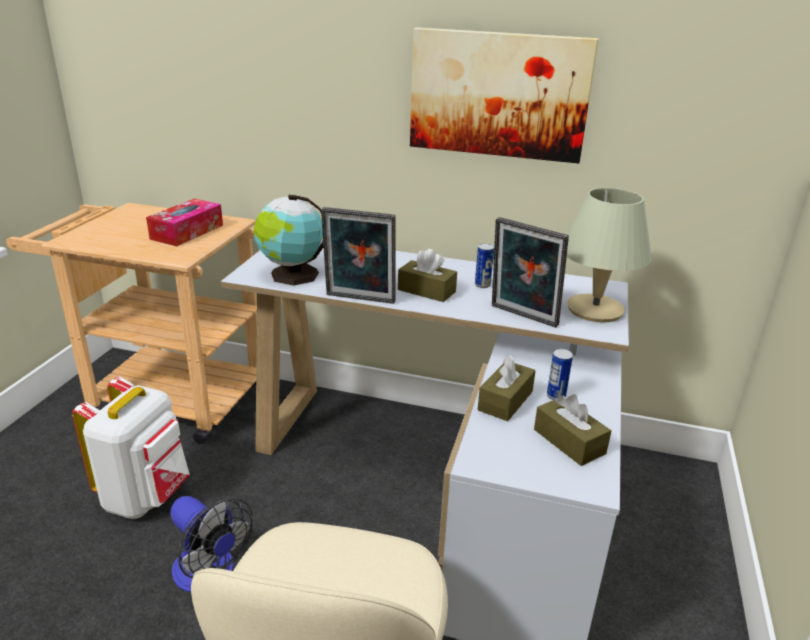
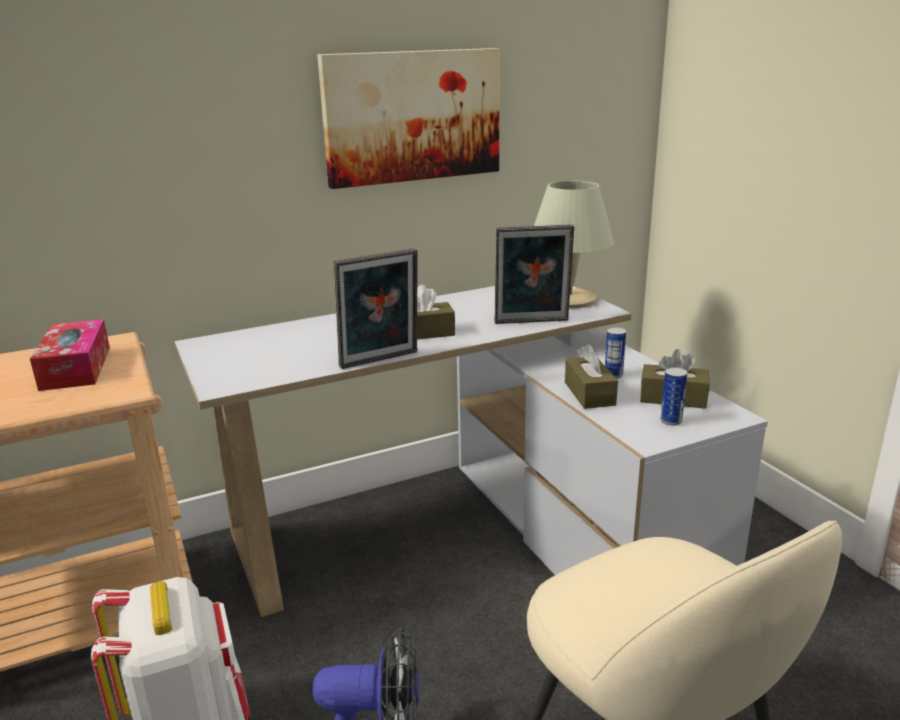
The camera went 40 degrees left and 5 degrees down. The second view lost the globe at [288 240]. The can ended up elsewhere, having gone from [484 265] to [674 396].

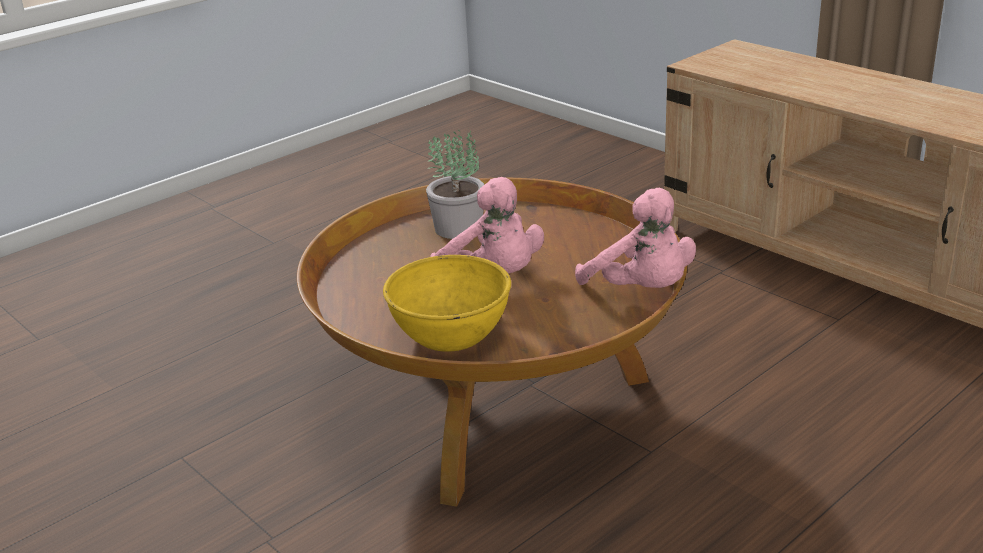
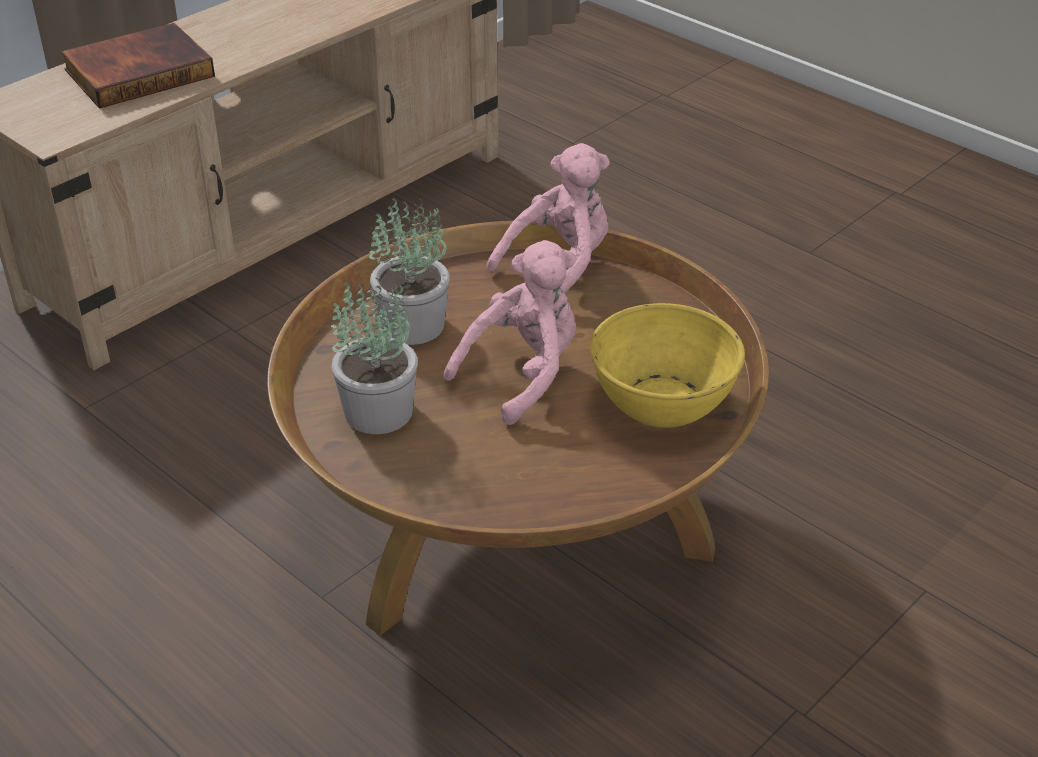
The camera went 95 degrees left and 10 degrees up. The second view gained the book at [138 65]. The second view gained the potted plant at [409 271].

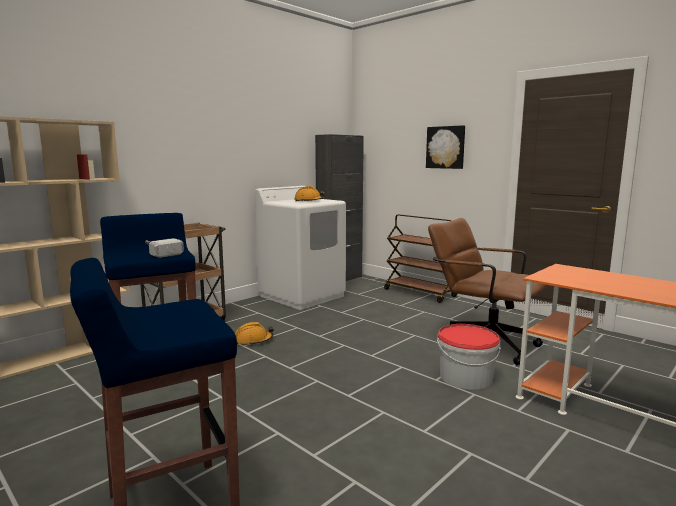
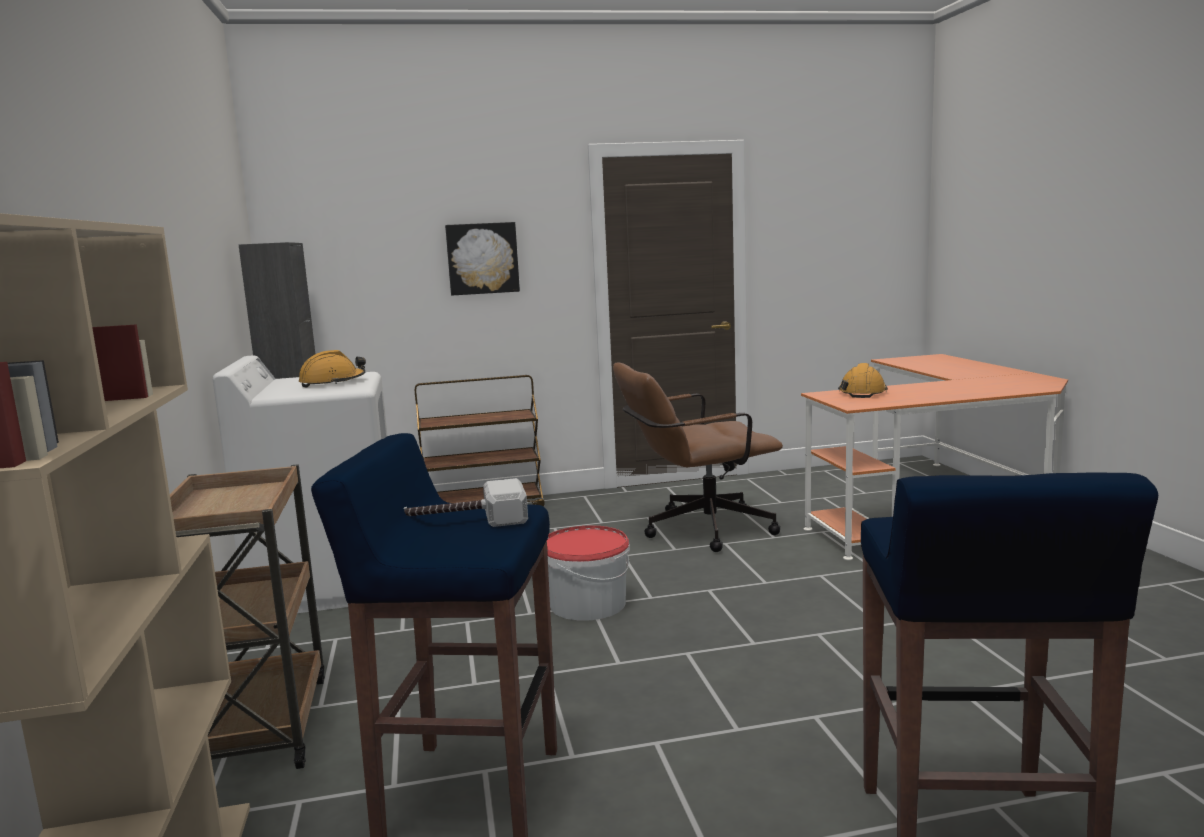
The camera went 55 degrees left and 0 degrees up. The orange hard hat ended up elsewhere, having gone from [254 334] to [863 380]. The bucket ended up elsewhere, having gone from [468 357] to [588 573].

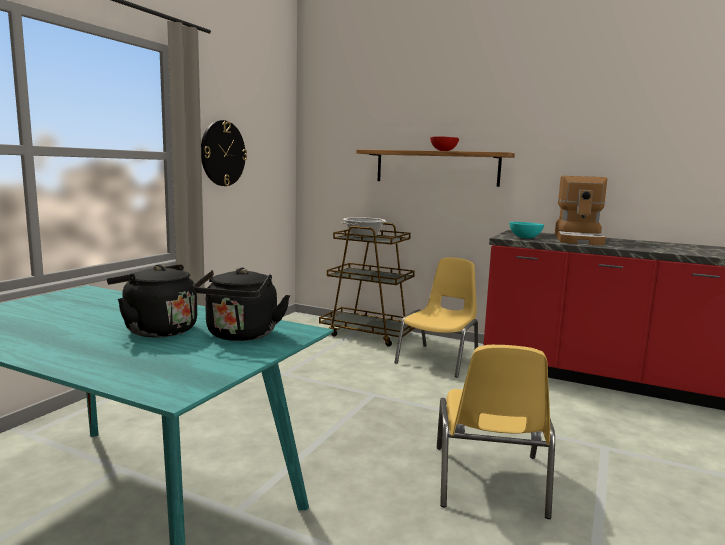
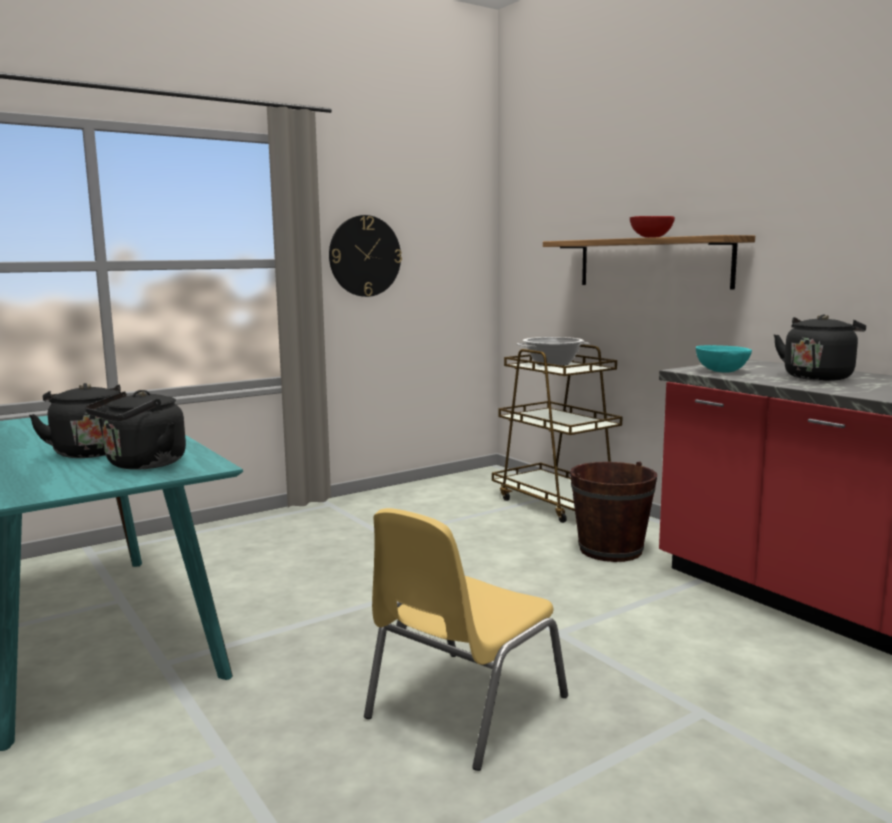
The camera went 30 degrees right and 0 degrees up. Where the yellow chair stood at [436 318], the brown bucket came to stand at [613 511]. Where the coffee machine stood at [581 210], the black kettle came to stand at [820 347].

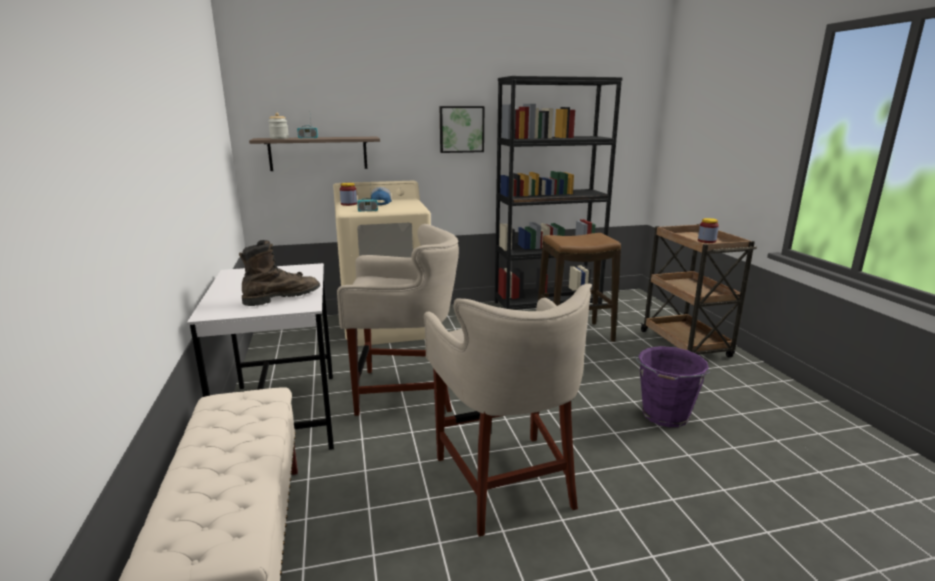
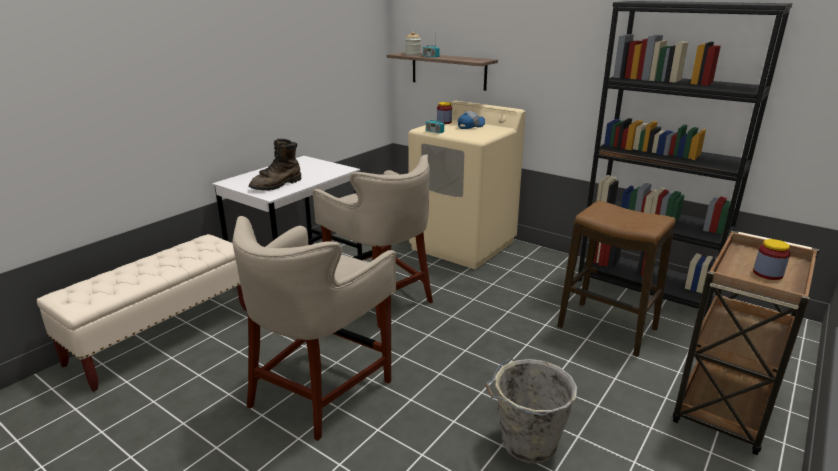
The camera went 50 degrees right and 5 degrees up. The second view lost the picture at [462 129]. What was the purple bucket at [672 386] turned into the grey bucket at [531 411]. The brown boot at [279 273] ended up facing another way, 120 degrees clockwise from before.

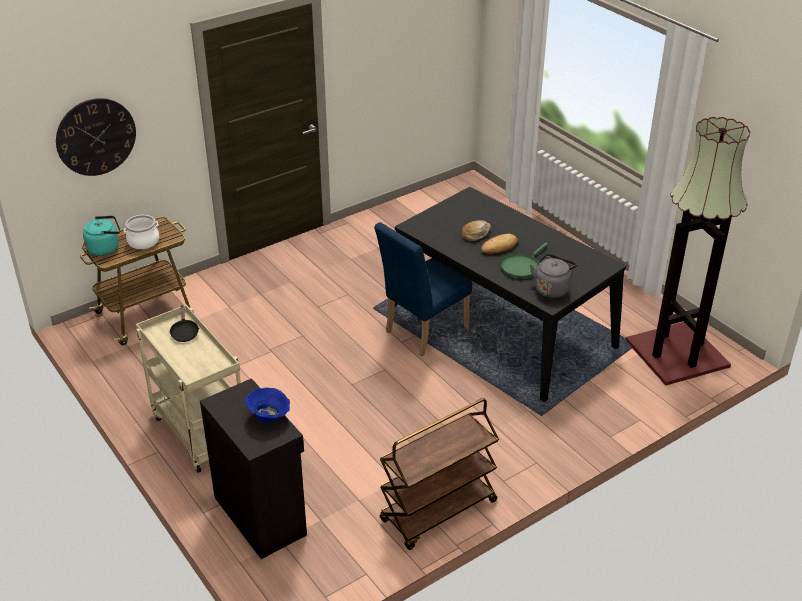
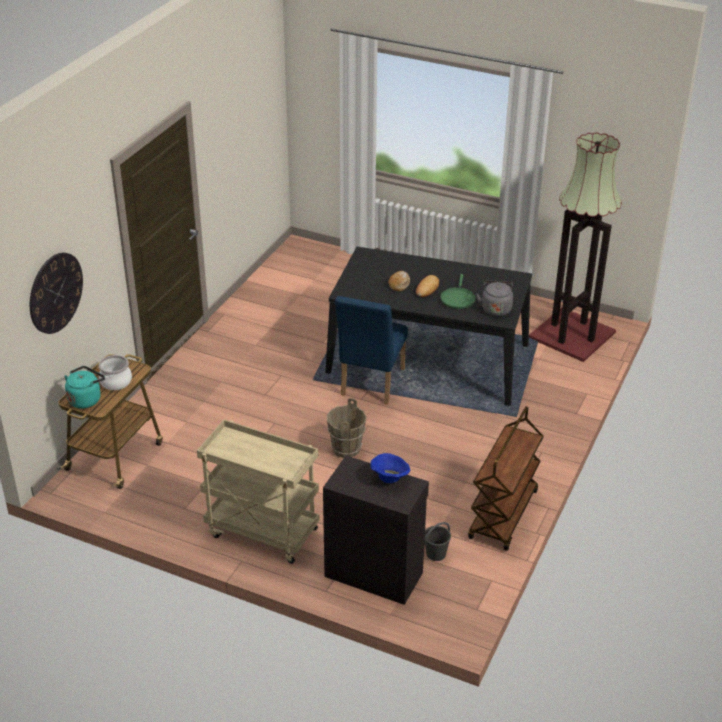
The camera went 30 degrees left and 0 degrees up. The second view lost the black frying pan at [184 323]. The second view gained the brown bucket at [347 428]. The second view gained the grey bucket at [437 541].

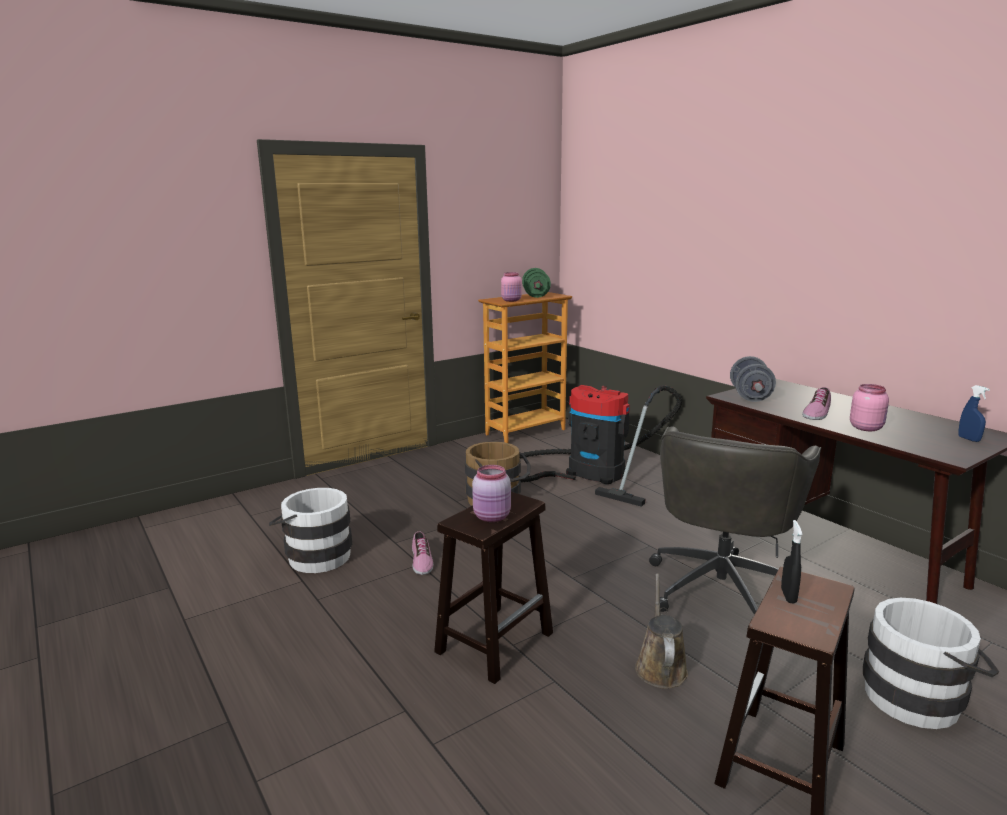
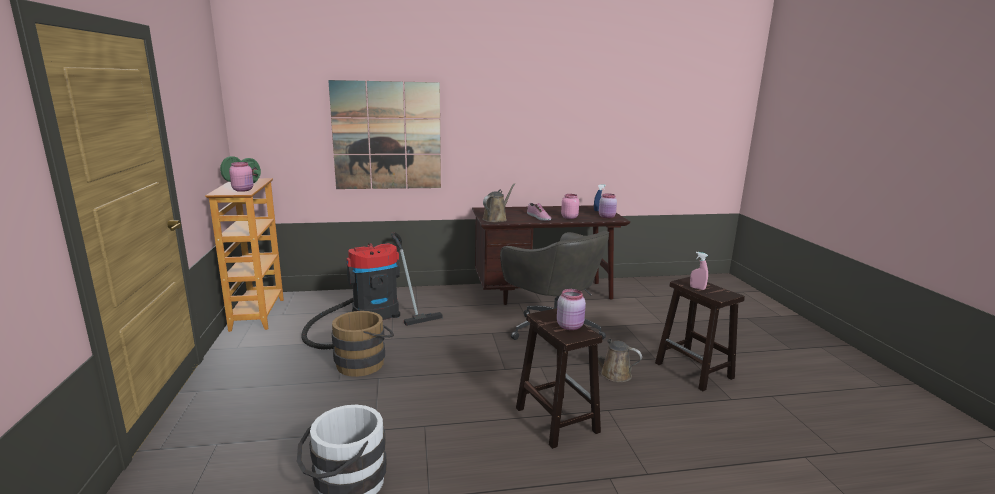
The camera went 65 degrees left and 0 degrees up. The second view lost the shoe at [422 553]. The second view lost the white bucket at [931 663]. The second view gained the picture at [384 134]. The second view gained the pink jar at [608 205]. Where the grey dumbbell stood at [753 379], the brown watering can came to stand at [498 202]. What was the black spray bottle at [792 561] turned into the pink spray bottle at [699 271].

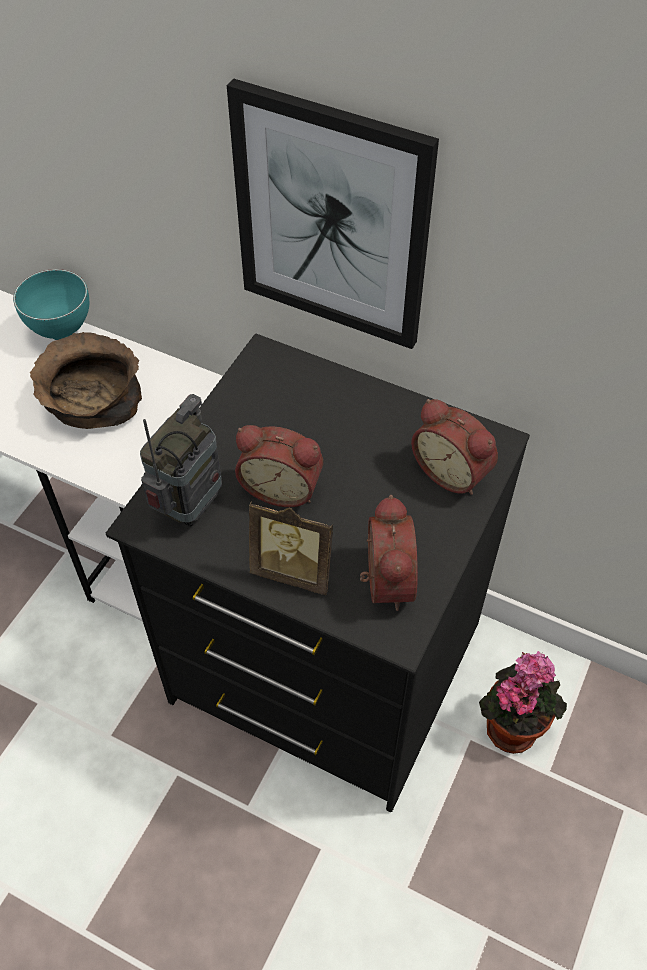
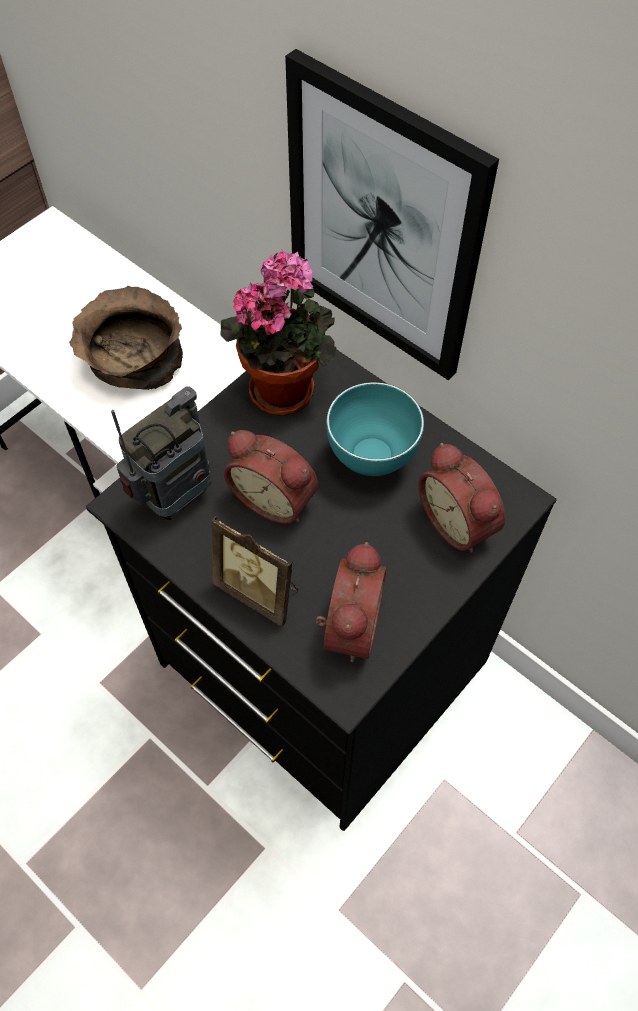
The camera went 15 degrees right and 5 degrees up. The turquoise bowl ended up elsewhere, having gone from [51 304] to [375 429]. The potted plant ended up elsewhere, having gone from [523 702] to [278 332].

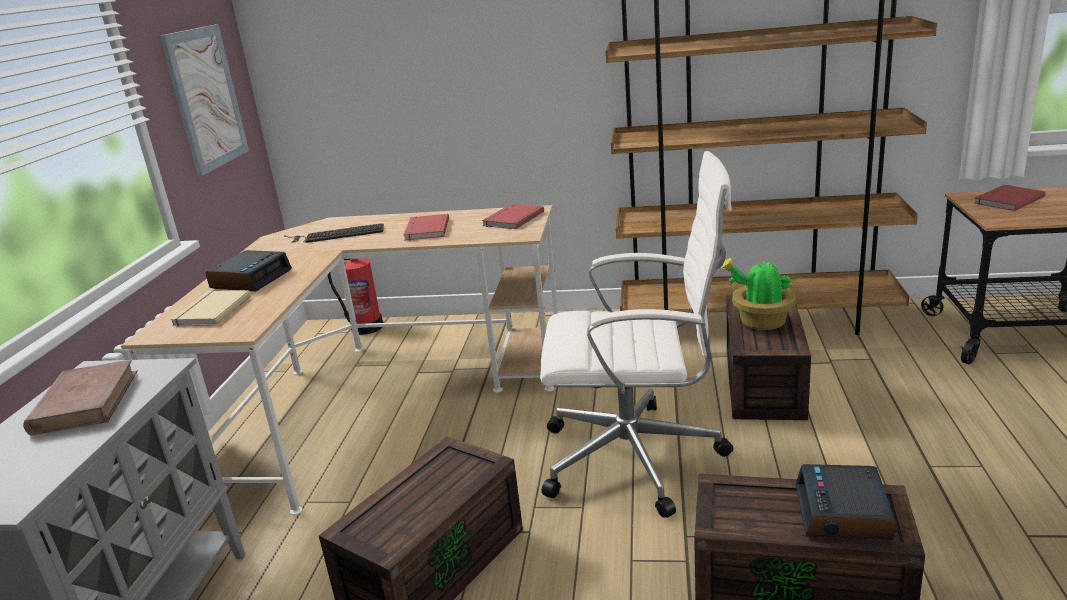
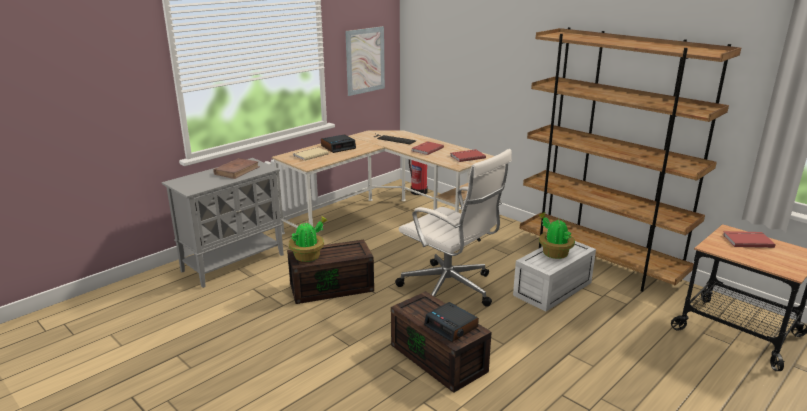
The camera went 35 degrees right and 0 degrees up. The second view gained the potted plant at [309 239]. What was the brown storage box at [769 357] turned into the white storage box at [554 276]. The alarm clock at [846 502] ended up facing another way, 90 degrees counterclockwise from before.

